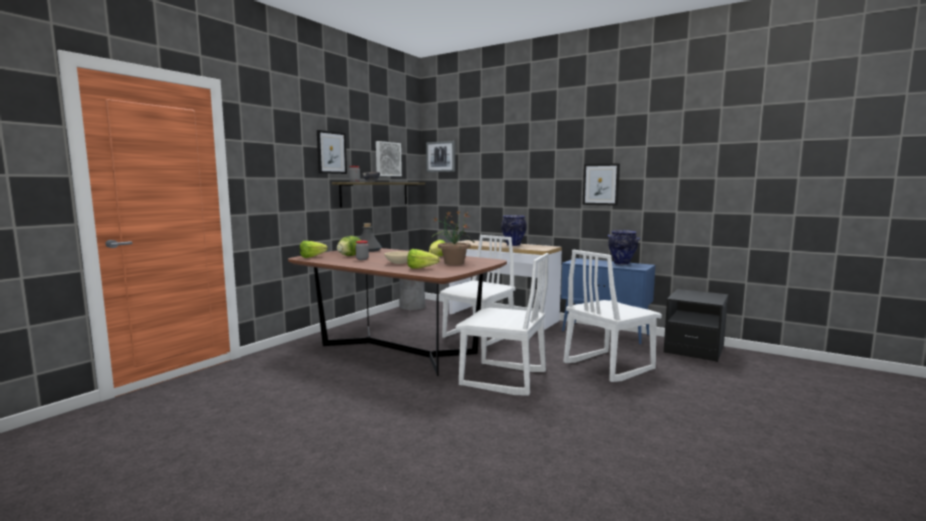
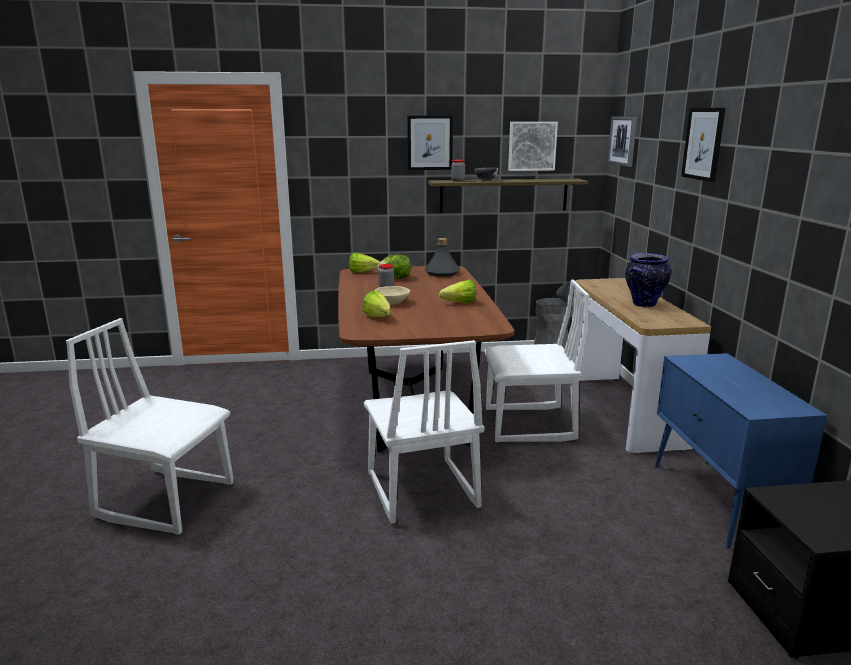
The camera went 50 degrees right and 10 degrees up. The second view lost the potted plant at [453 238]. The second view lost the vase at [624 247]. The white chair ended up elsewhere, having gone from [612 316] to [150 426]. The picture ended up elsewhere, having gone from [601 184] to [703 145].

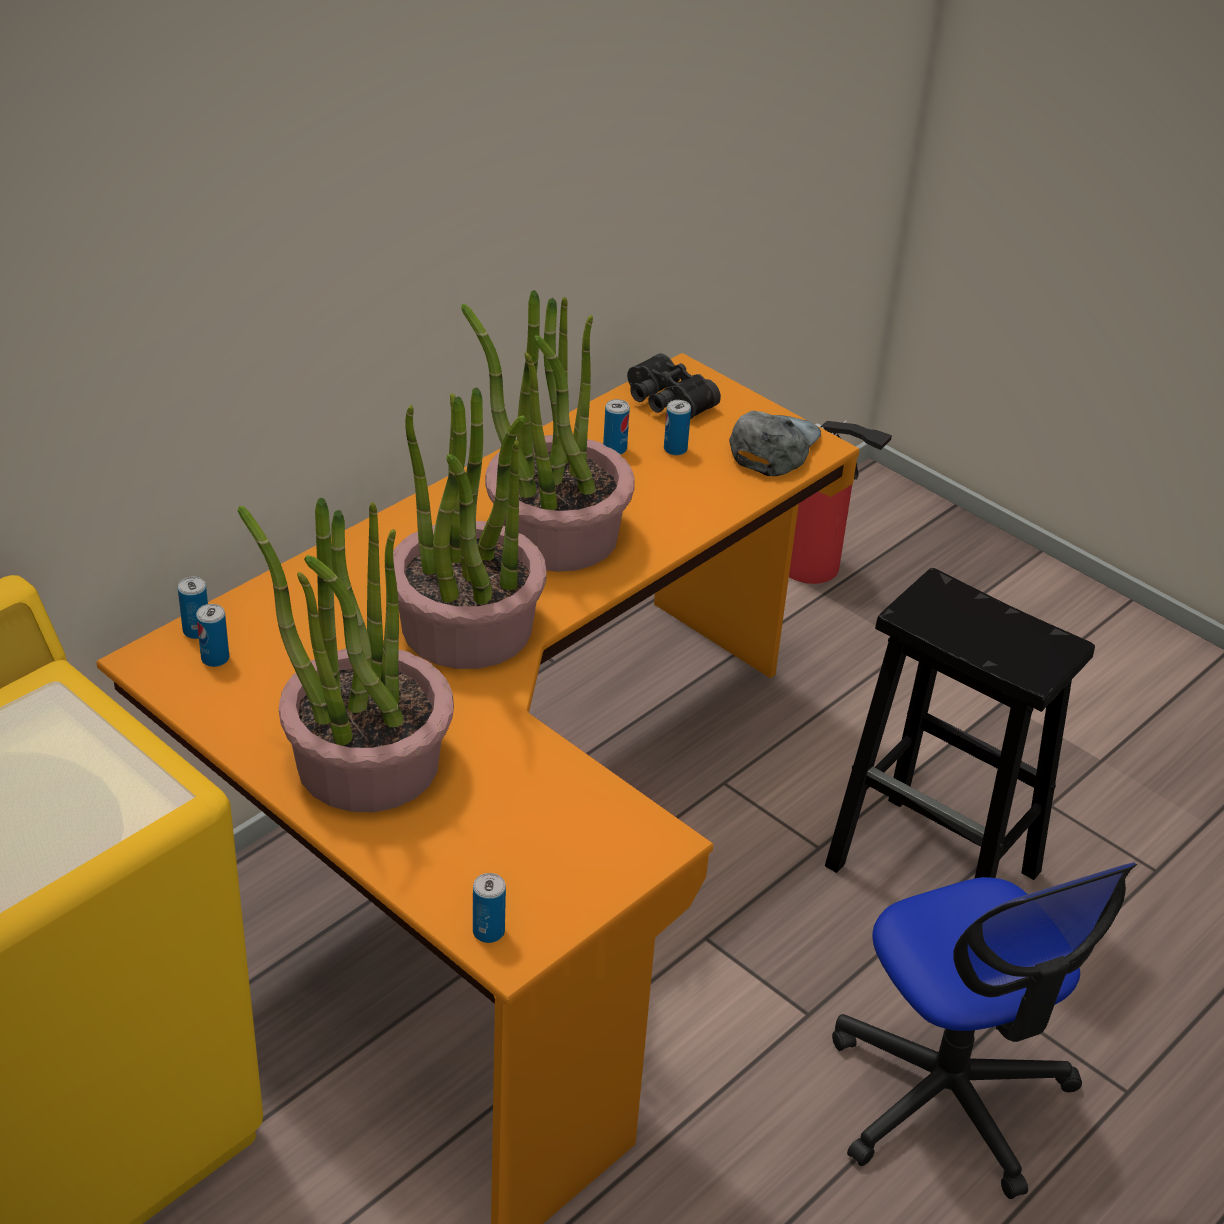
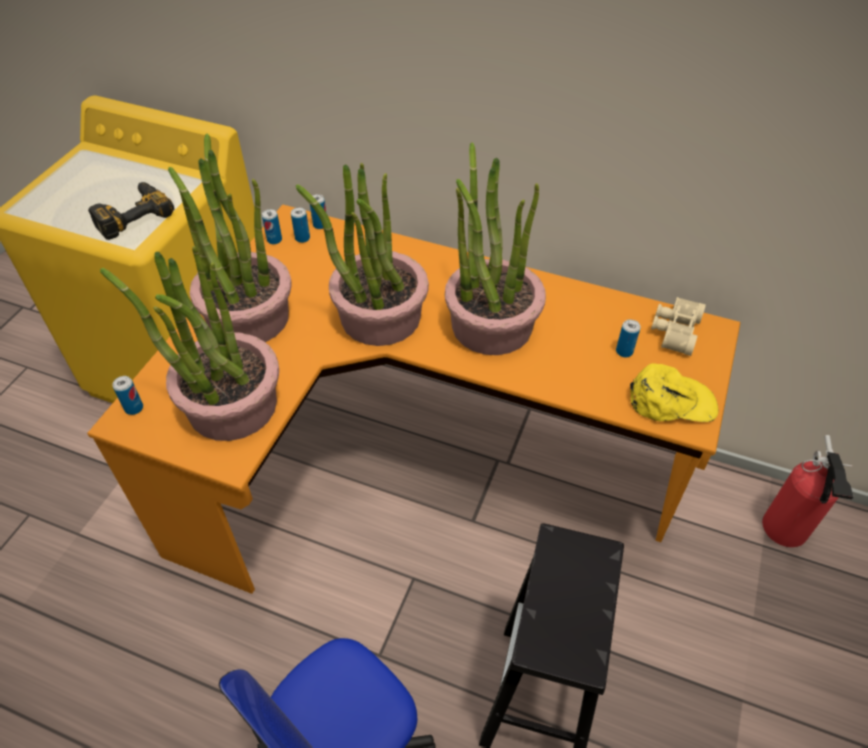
The camera went 70 degrees right and 10 degrees up. The second view gained the power drill at [131 211]. The second view gained the potted plant at [189 343]. The can ended up elsewhere, having gone from [616 426] to [272 226]. What was the black binoculars at [674 386] turned into the beige binoculars at [678 326]. What was the grey cap at [775 443] turned into the yellow cap at [674 392].

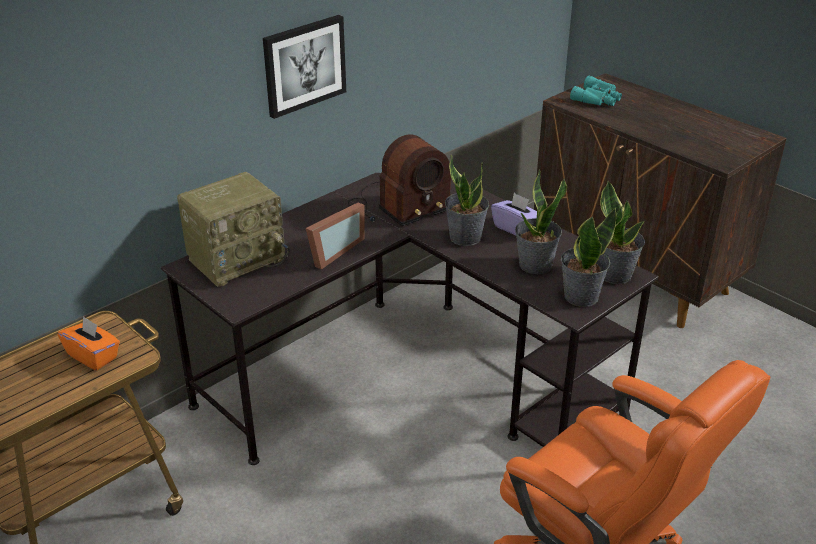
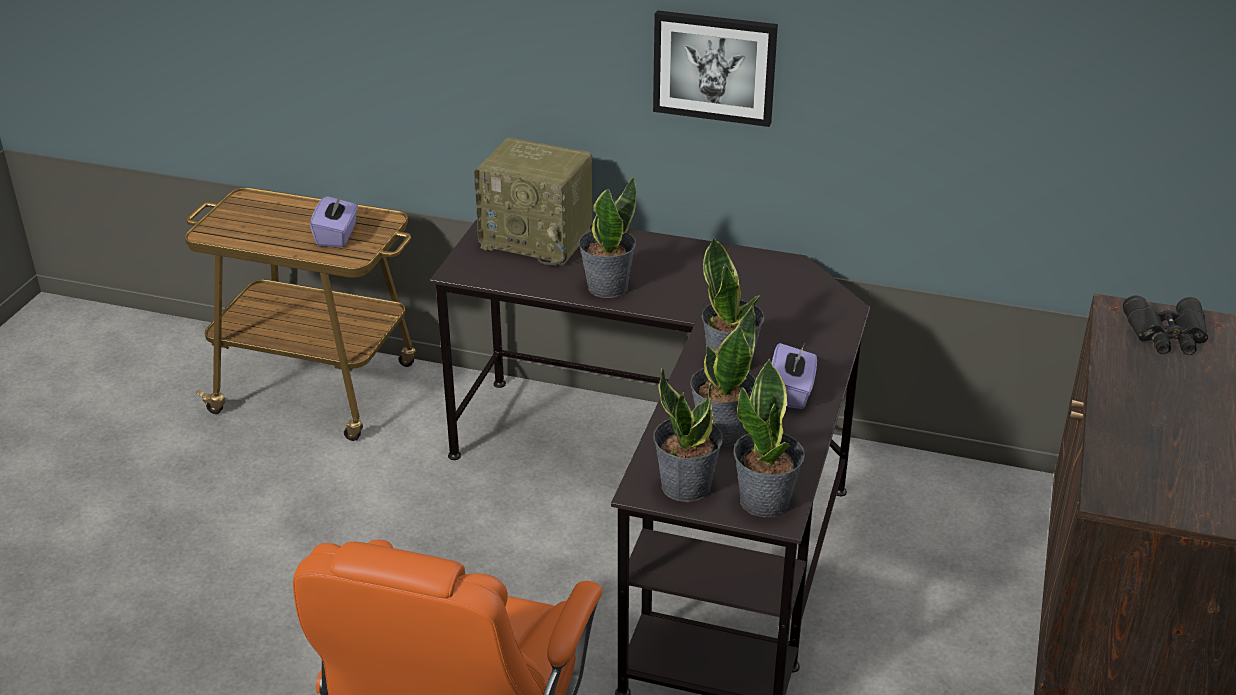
The camera went 60 degrees right and 0 degrees up. The second view lost the radio at [400 180]. Where the picture frame stood at [335 236], the potted plant came to stand at [607 237]. What was the orange tissue box at [89 343] turned into the purple tissue box at [334 220]. What was the turquoise binoculars at [596 91] turned into the black binoculars at [1165 325].

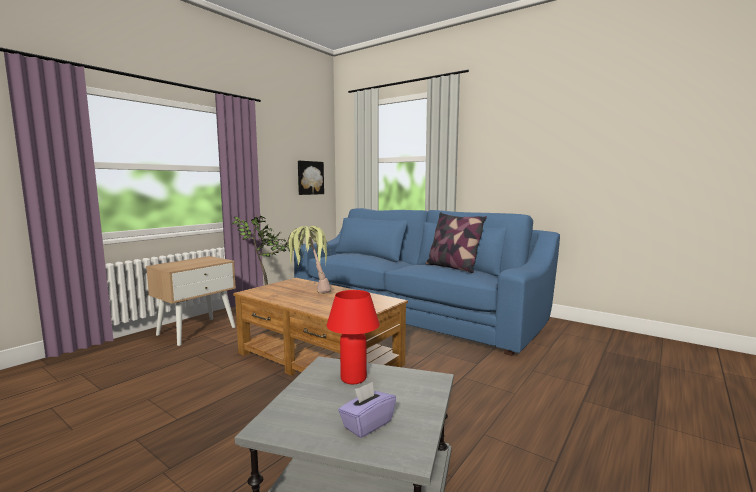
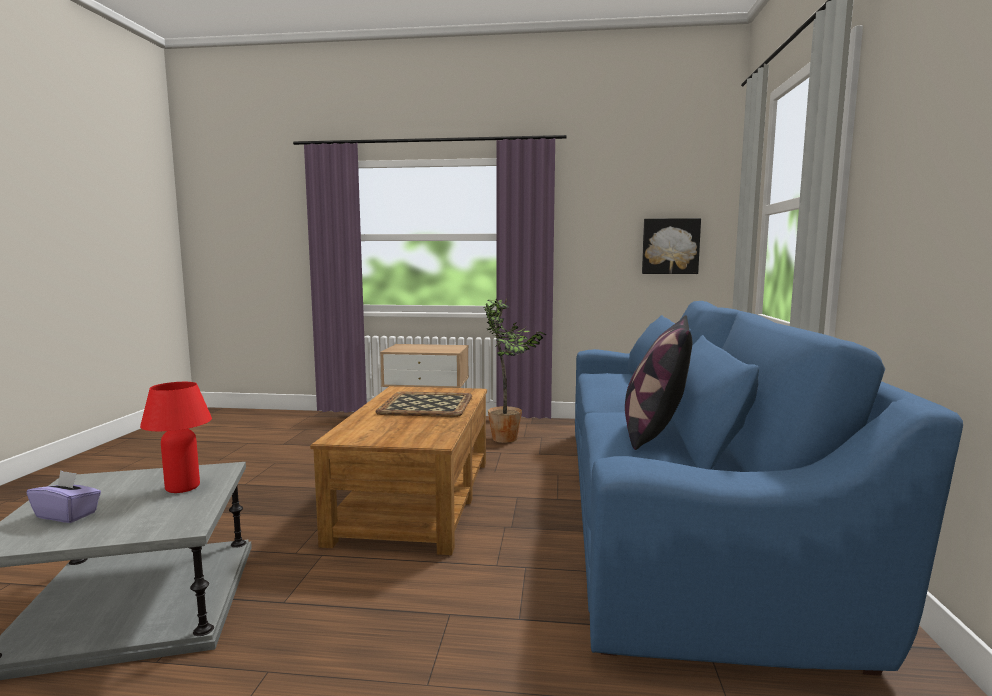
The camera went 60 degrees right and 0 degrees up. Where the potted plant stood at [309 260], the tray came to stand at [423 404].

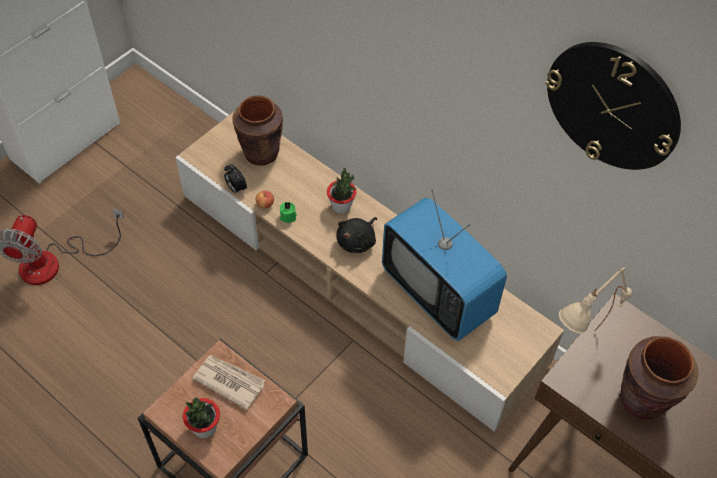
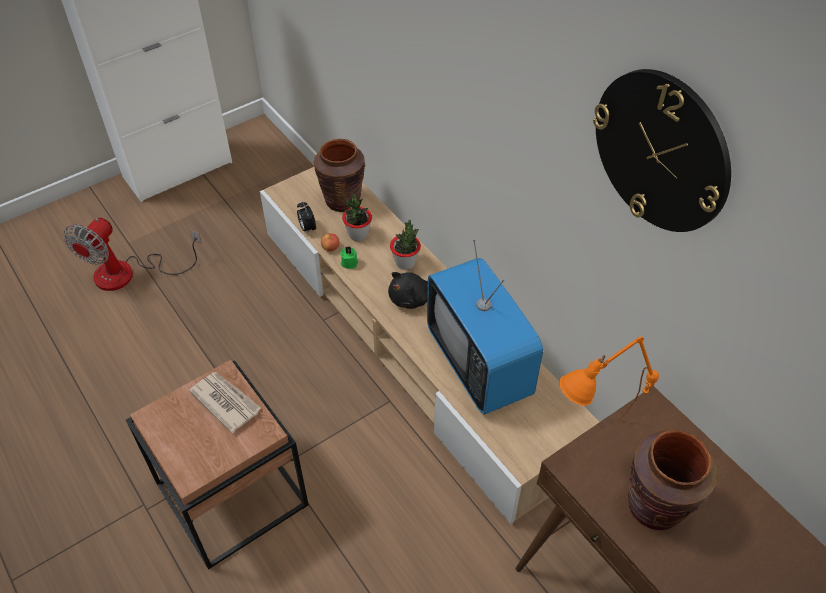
The camera went 15 degrees right and 5 degrees down. The potted plant ended up elsewhere, having gone from [201 417] to [357 217]. What was the beige table lamp at [595 300] turned into the orange table lamp at [609 379].

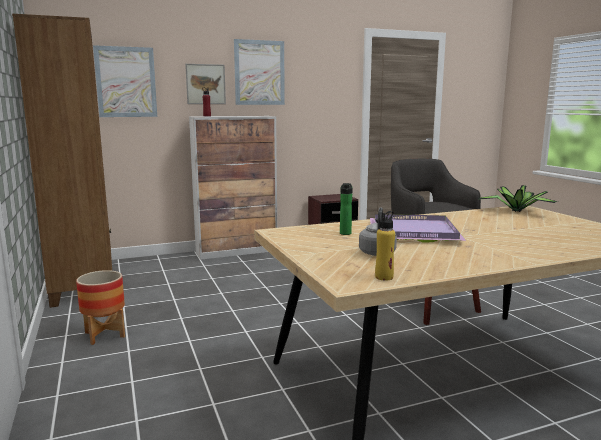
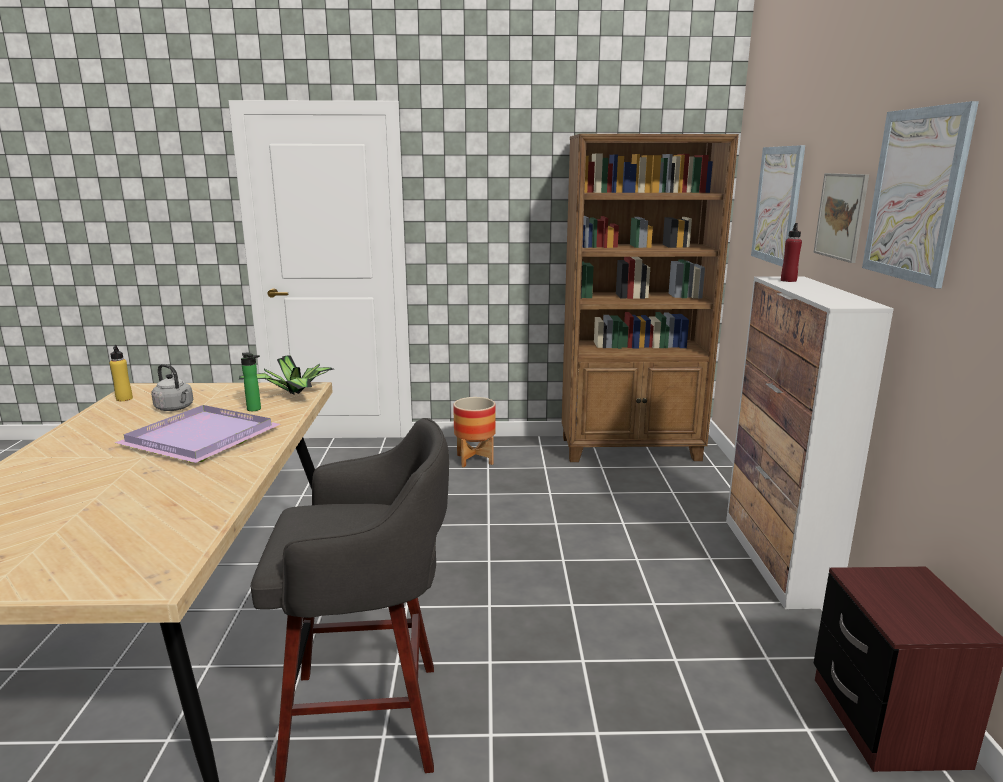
The camera went 110 degrees right and 5 degrees up. The potted plant ended up elsewhere, having gone from [518 198] to [286 375].

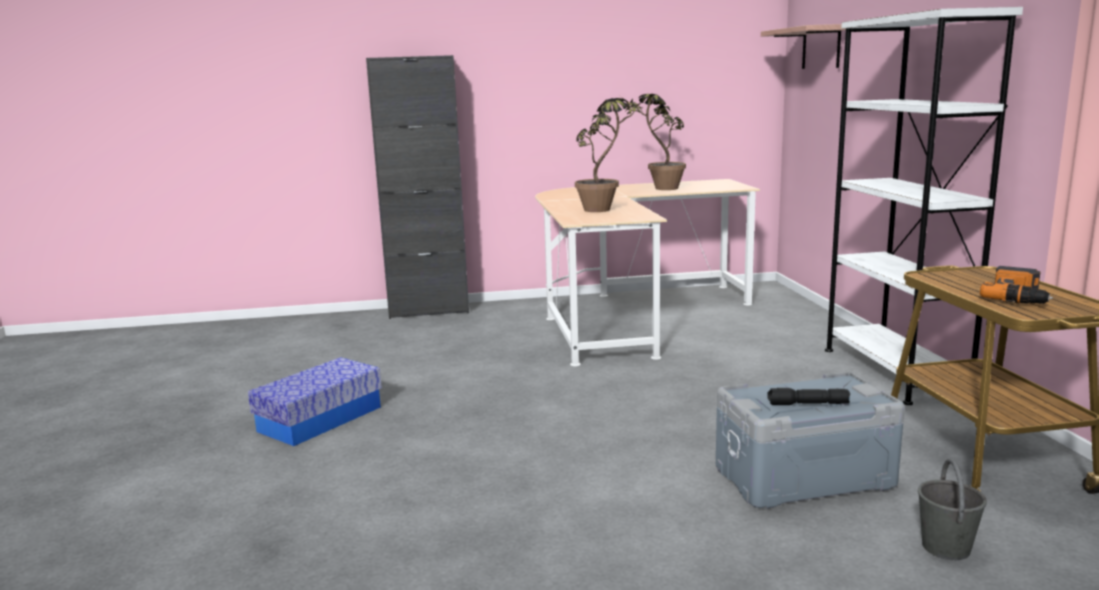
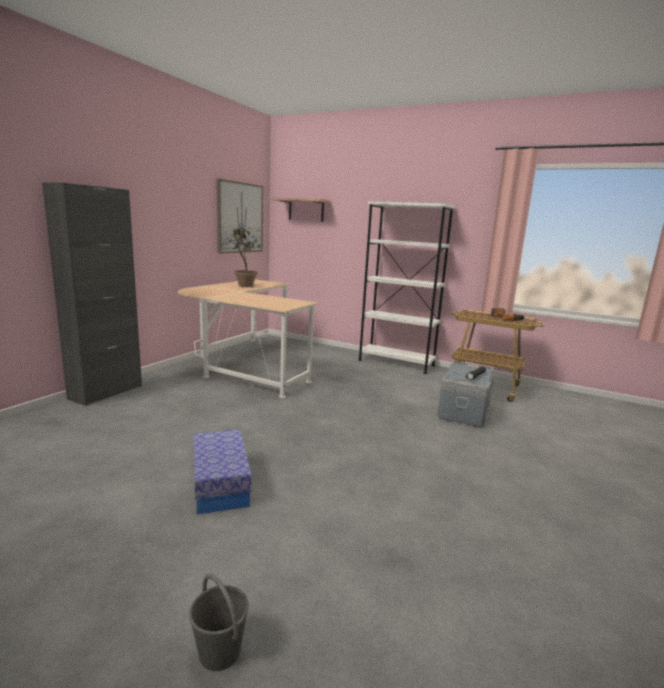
The camera went 55 degrees left and 0 degrees up. The second view lost the potted plant at [610 155]. The second view gained the picture at [239 216]. The grey bucket ended up elsewhere, having gone from [952 509] to [219 622].

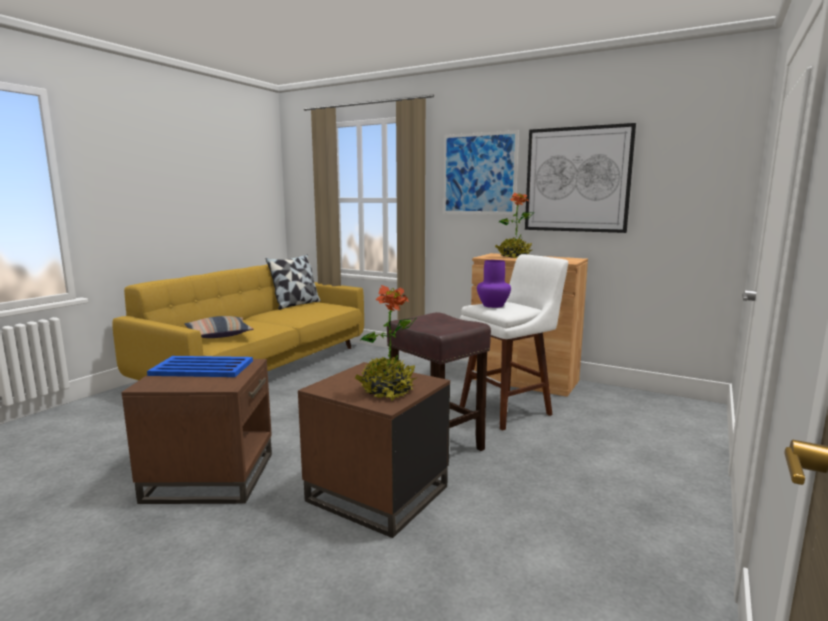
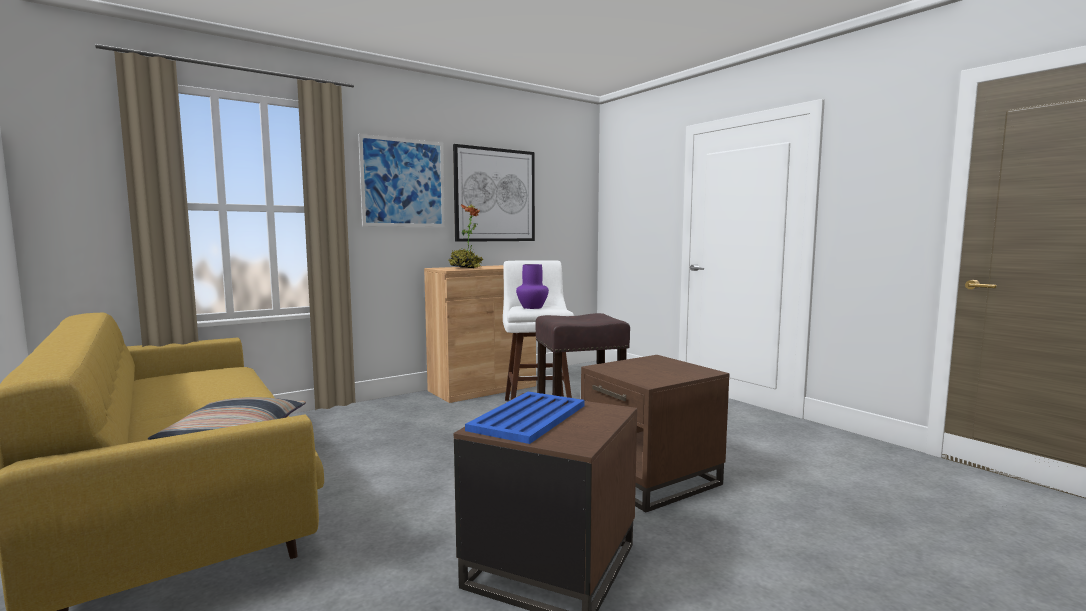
The camera went 65 degrees left and 5 degrees down. The second view lost the pillow at [293 282]. The second view lost the potted plant at [386 343].

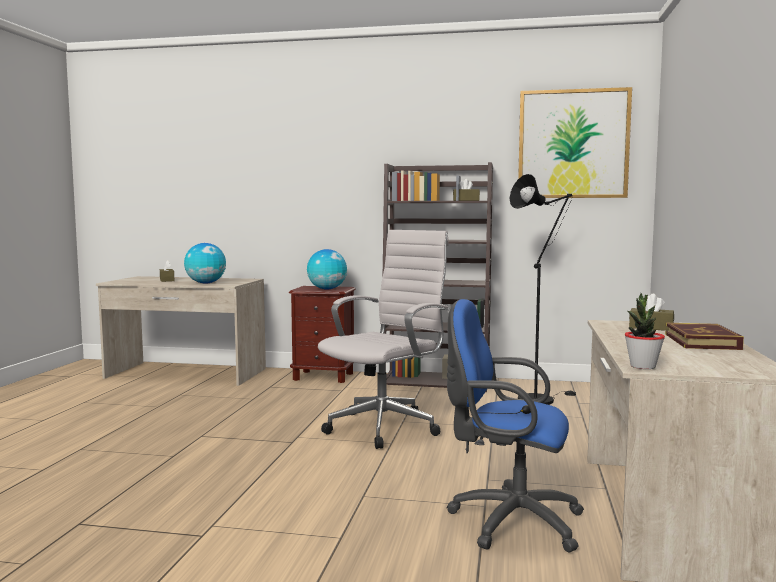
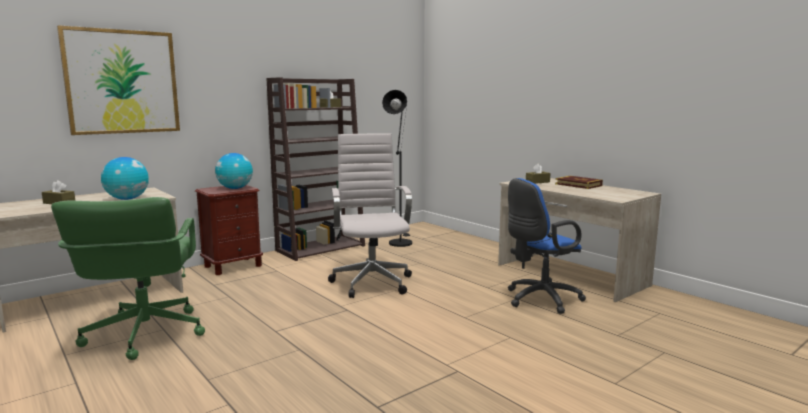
The camera went 50 degrees left and 5 degrees up. The second view lost the potted plant at [645 331]. The second view gained the green office chair at [128 278]. The picture ended up elsewhere, having gone from [575 142] to [118 80].

